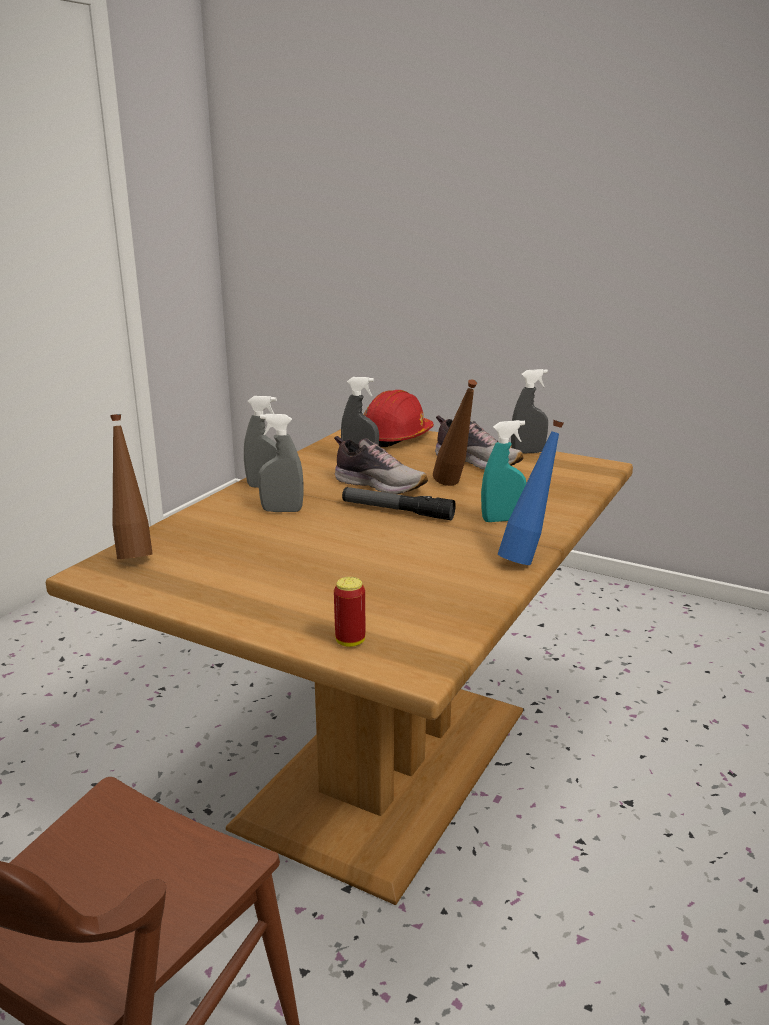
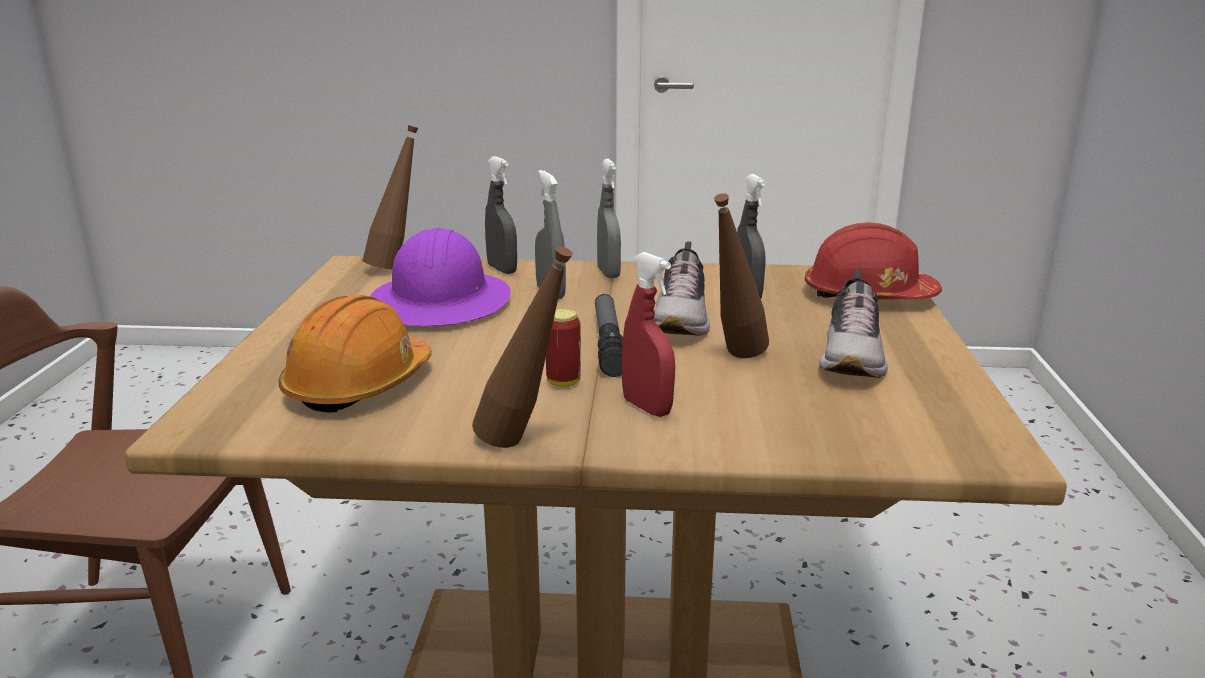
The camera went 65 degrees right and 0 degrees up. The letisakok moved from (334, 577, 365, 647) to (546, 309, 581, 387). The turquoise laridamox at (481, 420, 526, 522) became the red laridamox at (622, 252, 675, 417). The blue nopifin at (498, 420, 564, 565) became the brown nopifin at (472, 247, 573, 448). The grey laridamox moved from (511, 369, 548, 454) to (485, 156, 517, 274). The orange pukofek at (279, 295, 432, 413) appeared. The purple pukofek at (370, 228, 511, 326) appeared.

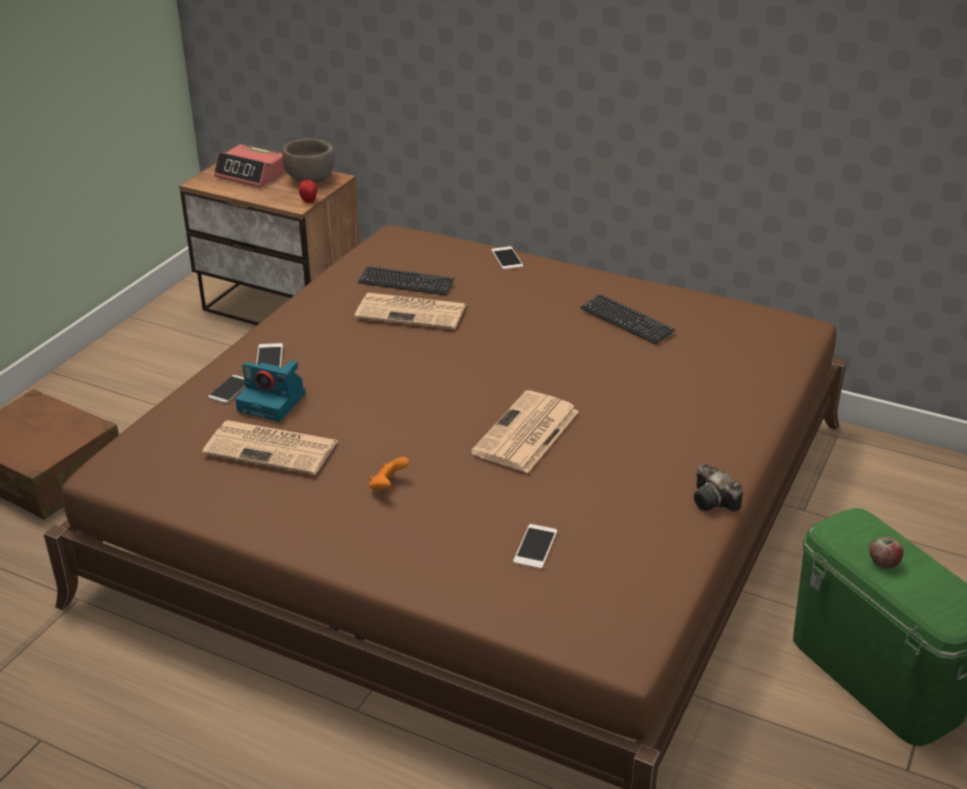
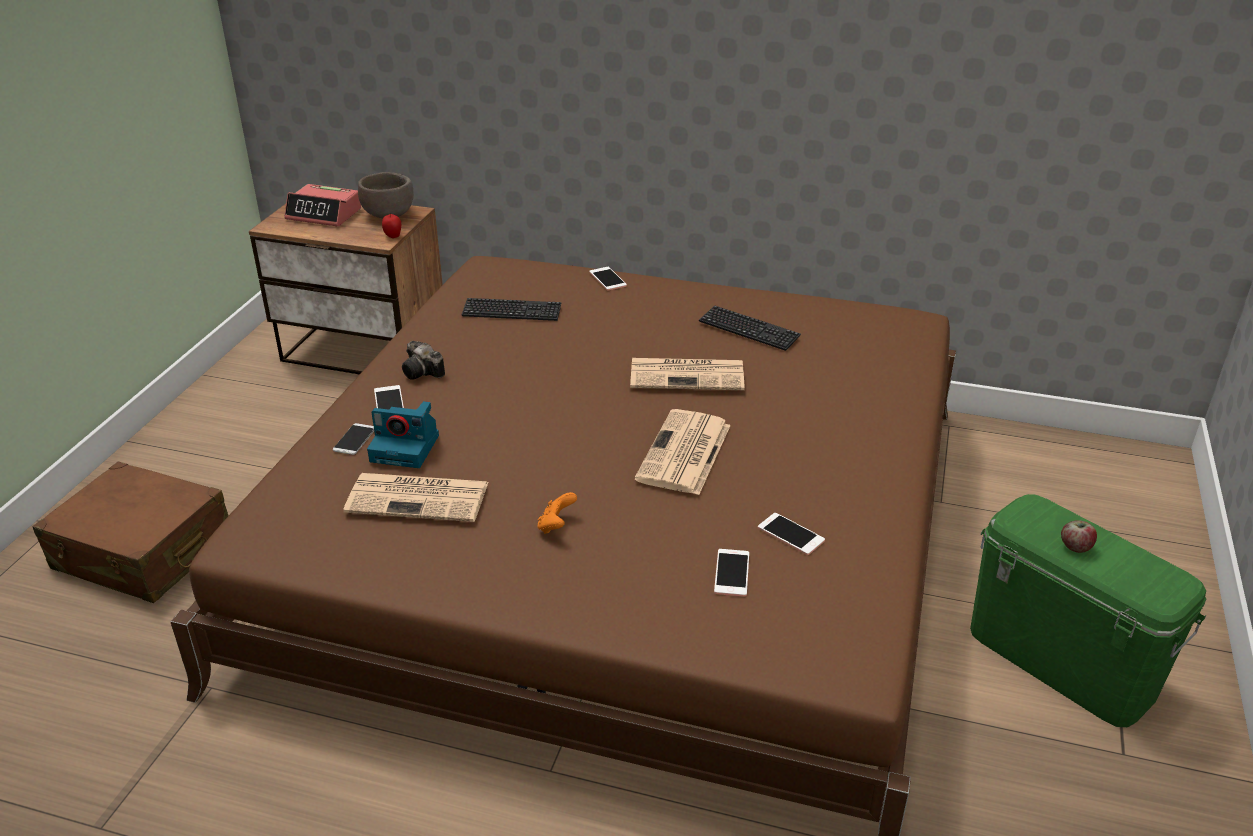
The camera went 10 degrees left and 0 degrees up. The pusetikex moved from (354, 293, 466, 330) to (630, 358, 745, 390). The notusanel moved from (694, 464, 743, 512) to (402, 341, 445, 380). The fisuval at (758, 513, 825, 555) appeared.

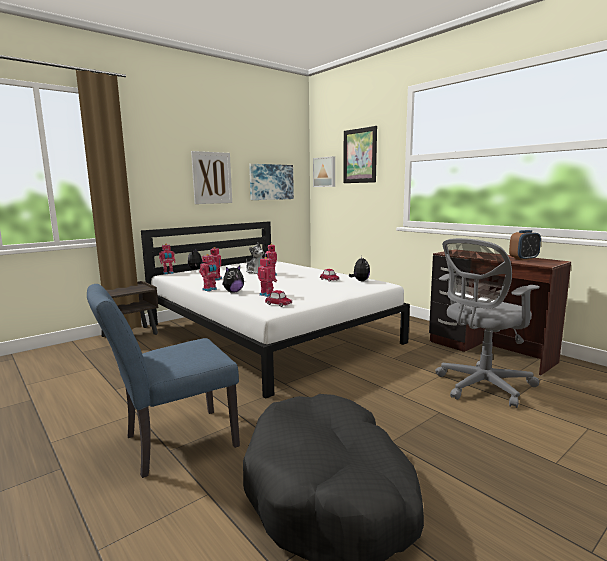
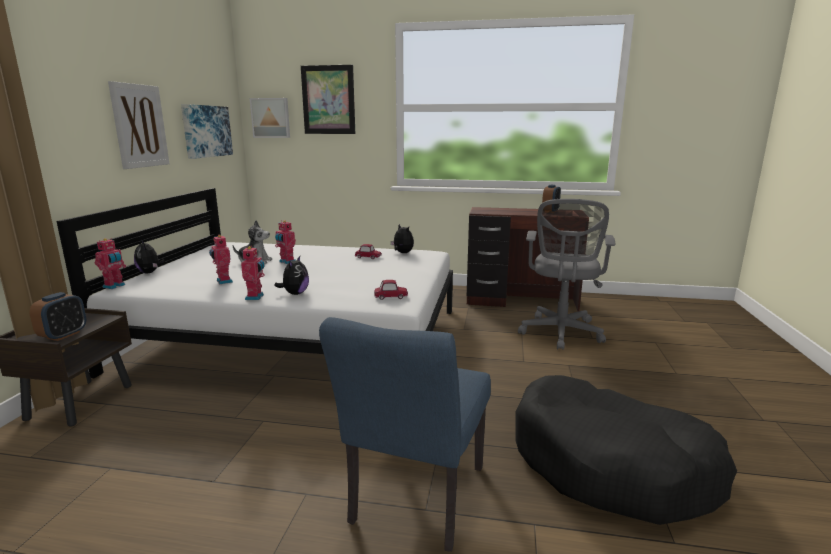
The camera went 40 degrees left and 5 degrees up. The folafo at (257, 257, 277, 297) disappeared. The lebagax at (29, 292, 86, 341) appeared.

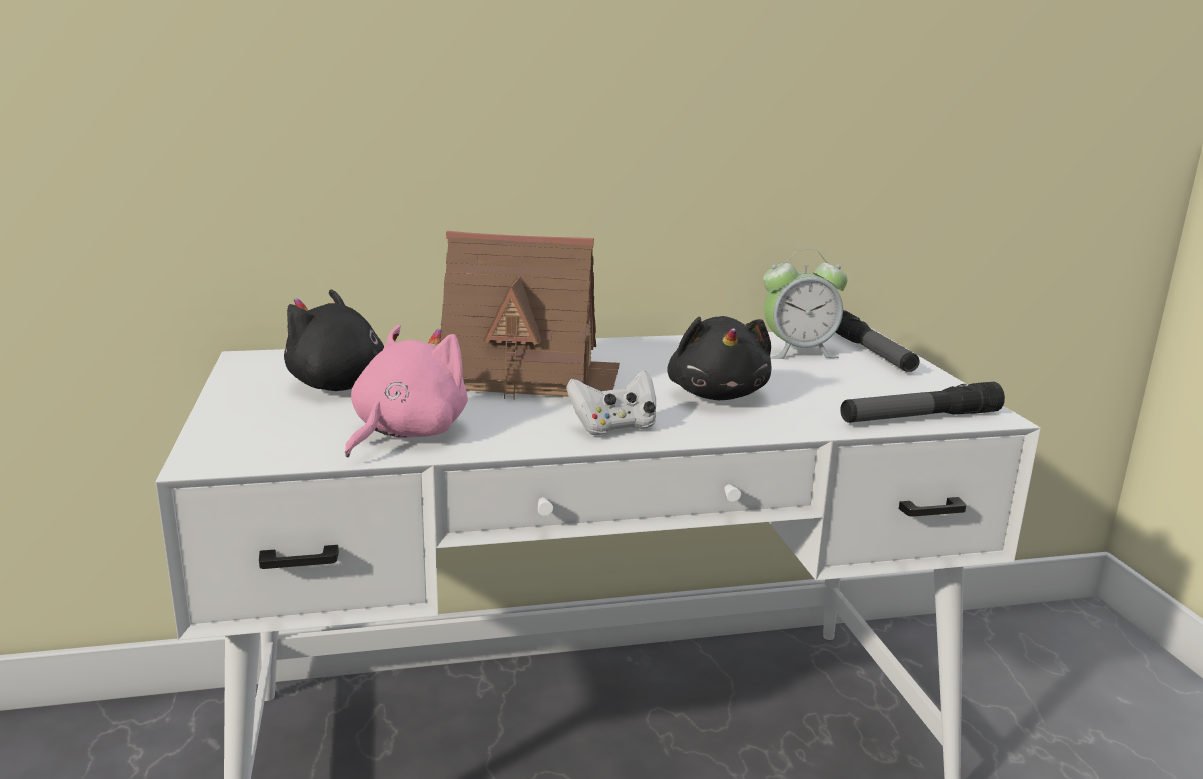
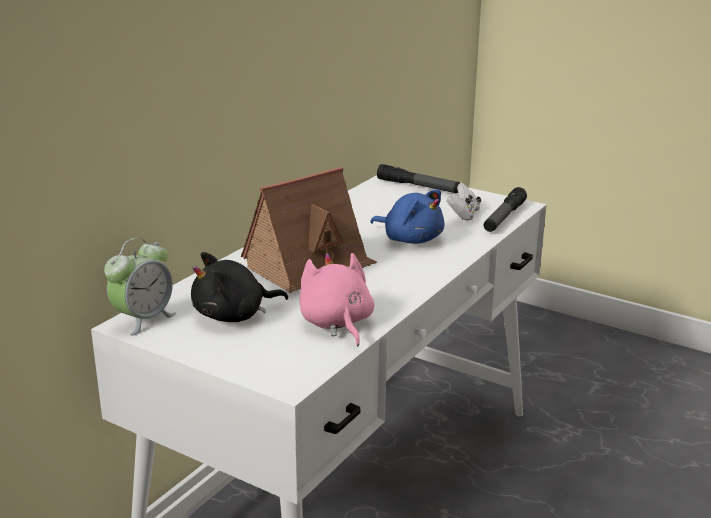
The camera went 45 degrees left and 5 degrees up. The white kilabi moved from (566, 370, 656, 435) to (447, 183, 481, 221). The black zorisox at (667, 316, 771, 400) became the blue zorisox at (370, 189, 444, 244). The lebagax moved from (763, 249, 848, 359) to (104, 237, 176, 336).

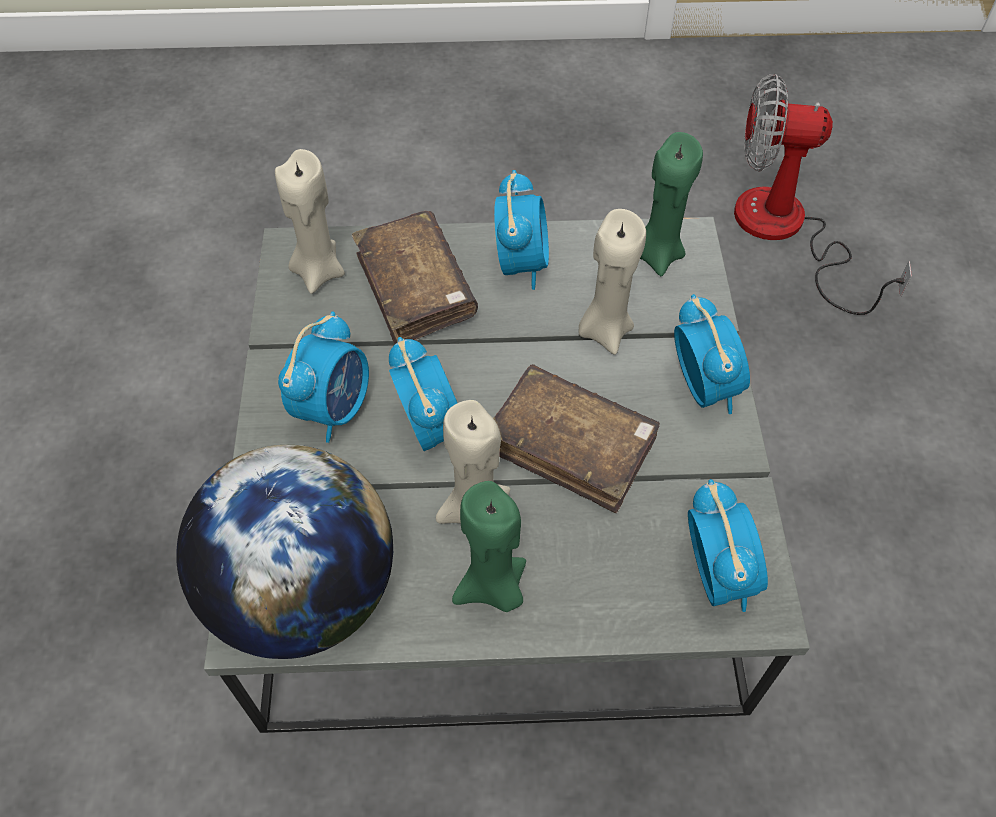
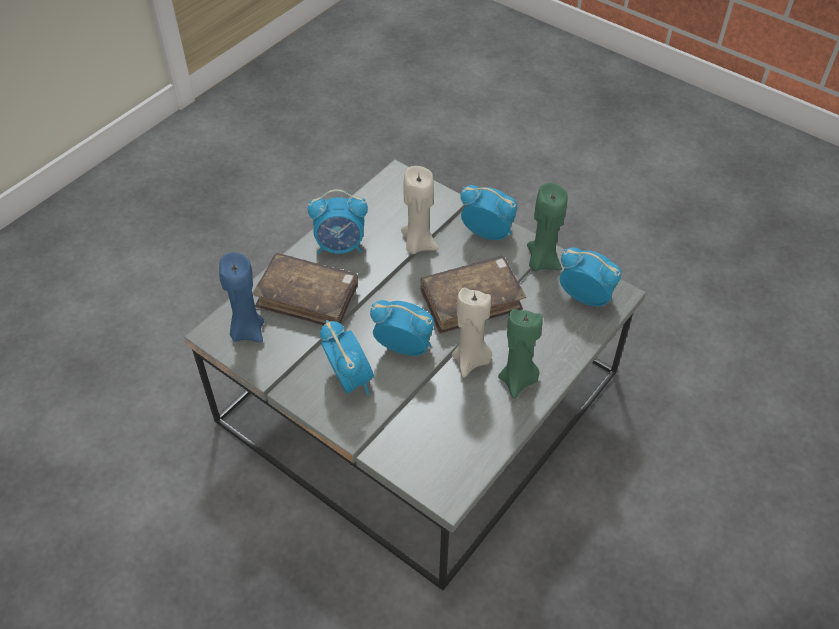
The camera went 50 degrees left and 5 degrees down. The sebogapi at (176, 445, 393, 659) disappeared. The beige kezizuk at (275, 149, 345, 294) became the blue kezizuk at (219, 252, 264, 343). The lebagax at (494, 170, 549, 290) turned 135 degrees clockwise. The green kezizuk moved from (640, 132, 703, 276) to (527, 183, 568, 271). The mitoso at (734, 74, 912, 315) disappeared.

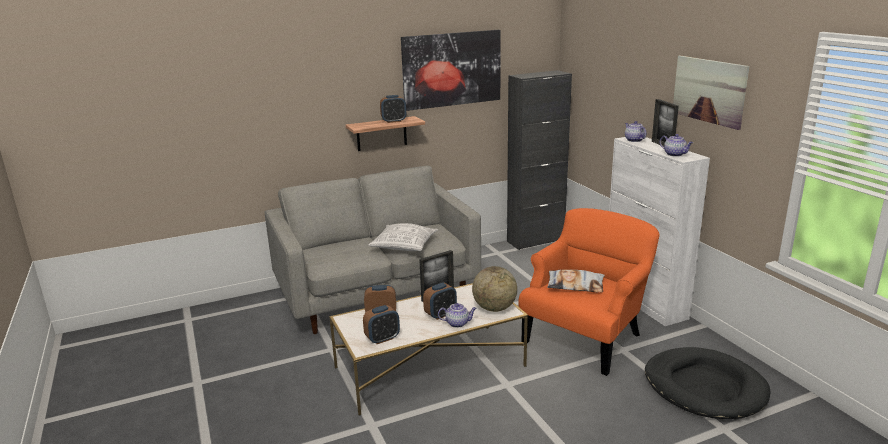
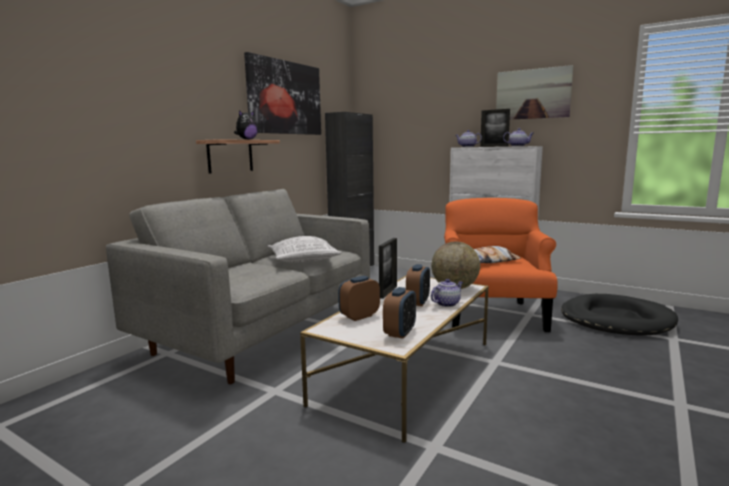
The camera went 35 degrees left and 10 degrees down. The lebagax at (380, 95, 406, 123) was replaced by the zorisox at (234, 110, 258, 140).

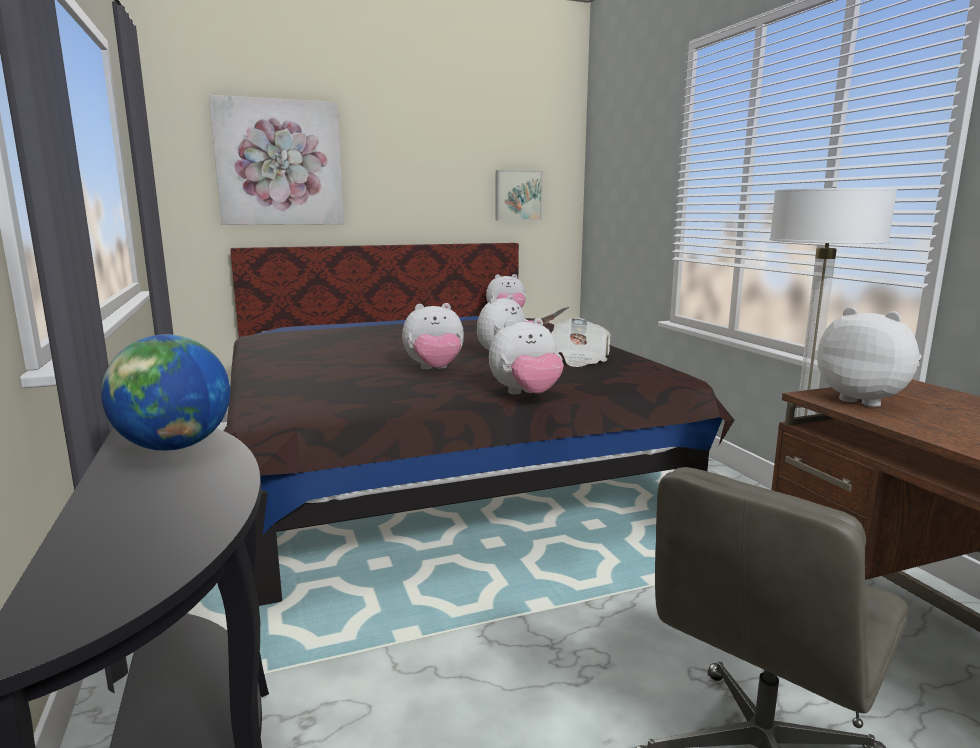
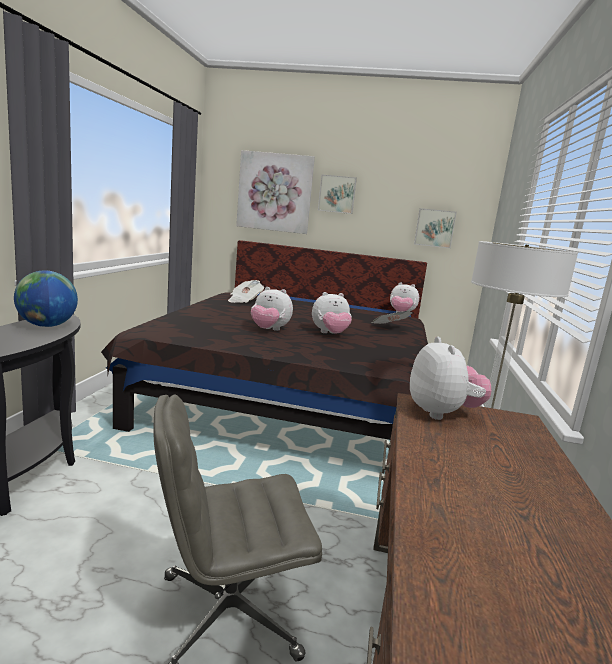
The camera went 30 degrees right and 0 degrees up. The zorisox at (489, 318, 564, 394) disappeared. The pusetikex moved from (551, 318, 611, 367) to (228, 280, 264, 303). The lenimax at (318, 175, 357, 214) appeared.

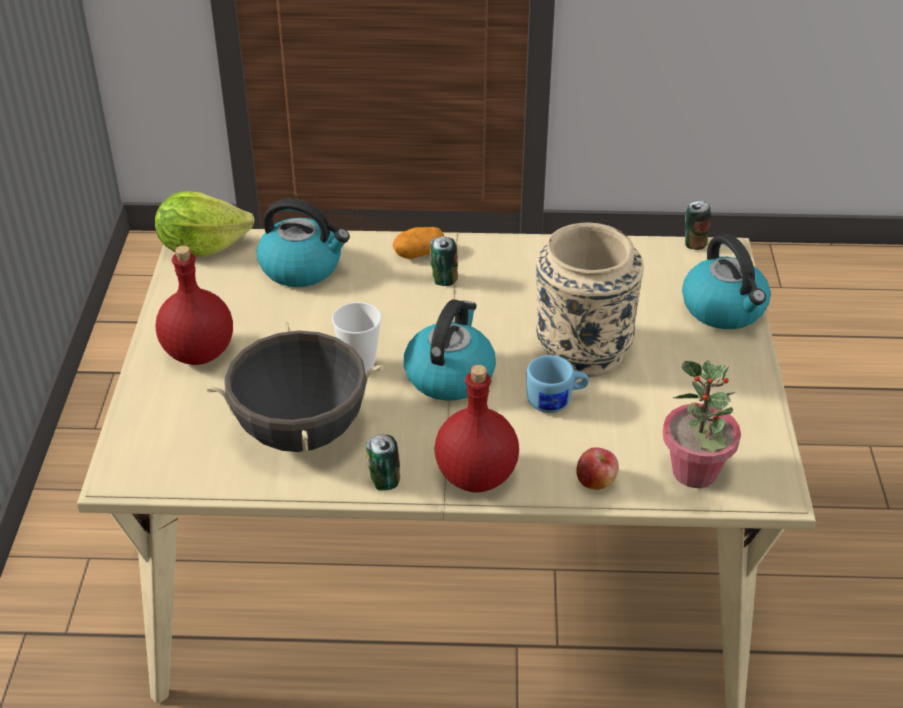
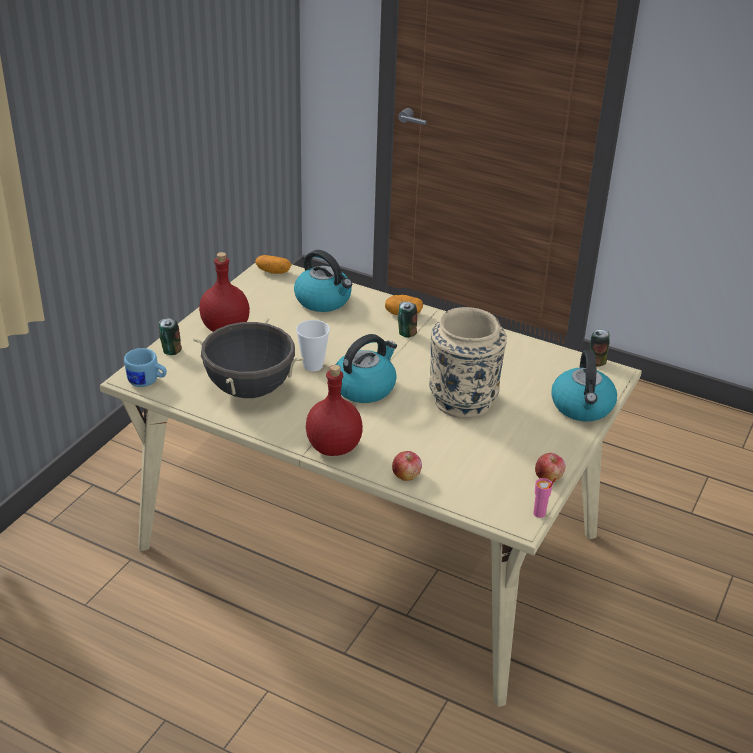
The camera went 25 degrees right and 5 degrees down. The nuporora at (155, 191, 255, 257) was replaced by the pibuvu at (255, 255, 291, 274). The letisakok moved from (366, 435, 400, 490) to (159, 318, 182, 355). The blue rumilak moved from (527, 355, 589, 413) to (124, 348, 167, 387). The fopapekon at (663, 360, 741, 488) disappeared. The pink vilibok at (533, 478, 556, 518) appeared. The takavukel at (535, 453, 565, 482) appeared.

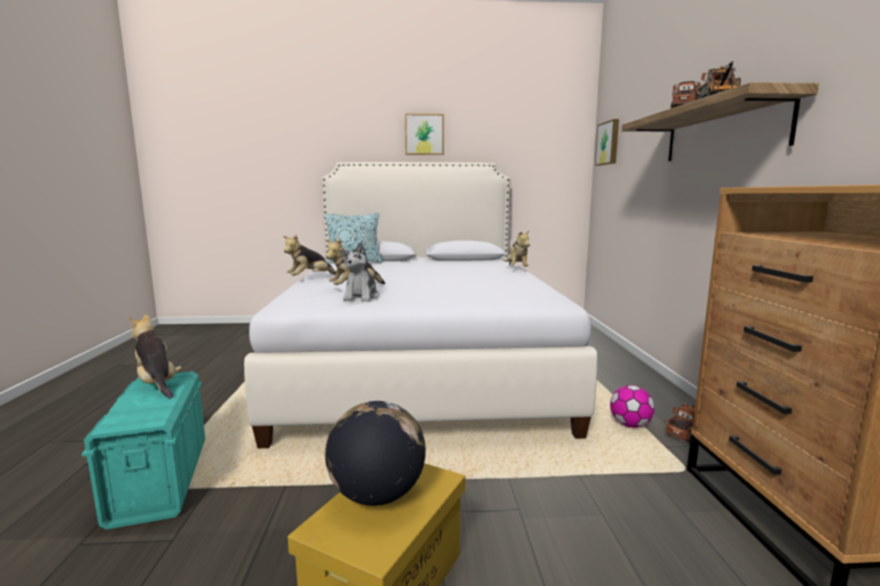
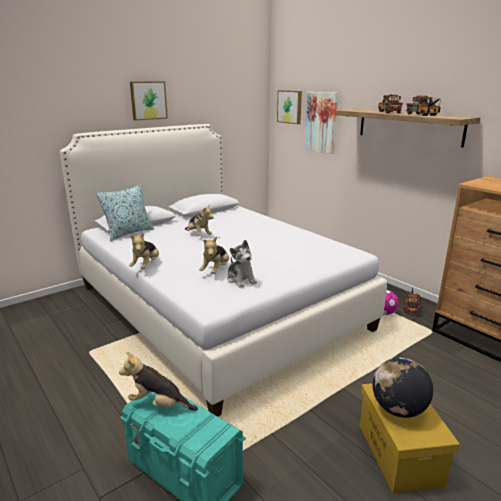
The camera went 35 degrees left and 10 degrees up. The zorisox moved from (503, 231, 530, 267) to (185, 204, 214, 236). The lenimax at (305, 92, 338, 154) appeared.

